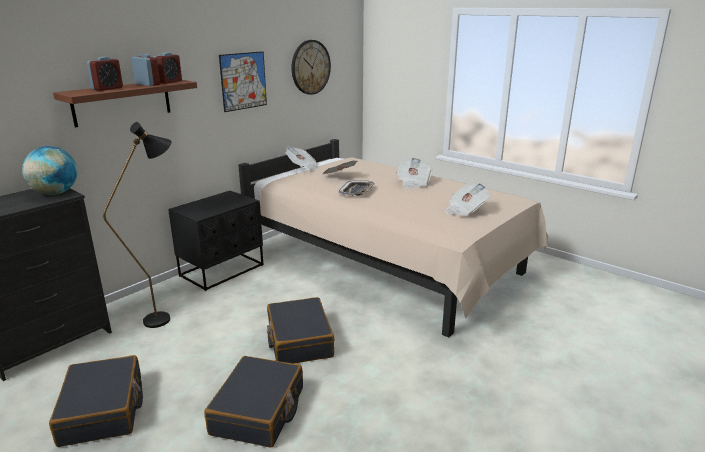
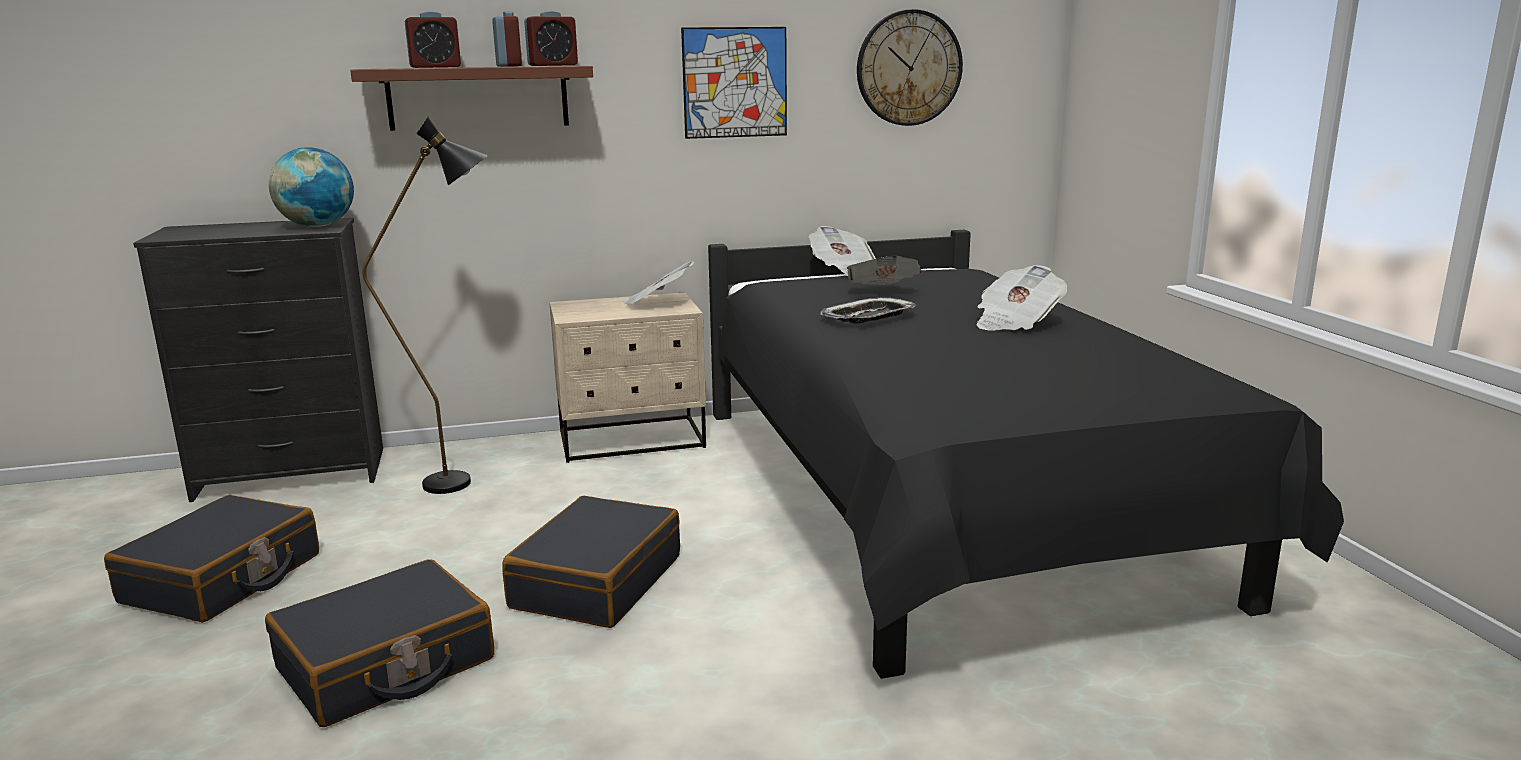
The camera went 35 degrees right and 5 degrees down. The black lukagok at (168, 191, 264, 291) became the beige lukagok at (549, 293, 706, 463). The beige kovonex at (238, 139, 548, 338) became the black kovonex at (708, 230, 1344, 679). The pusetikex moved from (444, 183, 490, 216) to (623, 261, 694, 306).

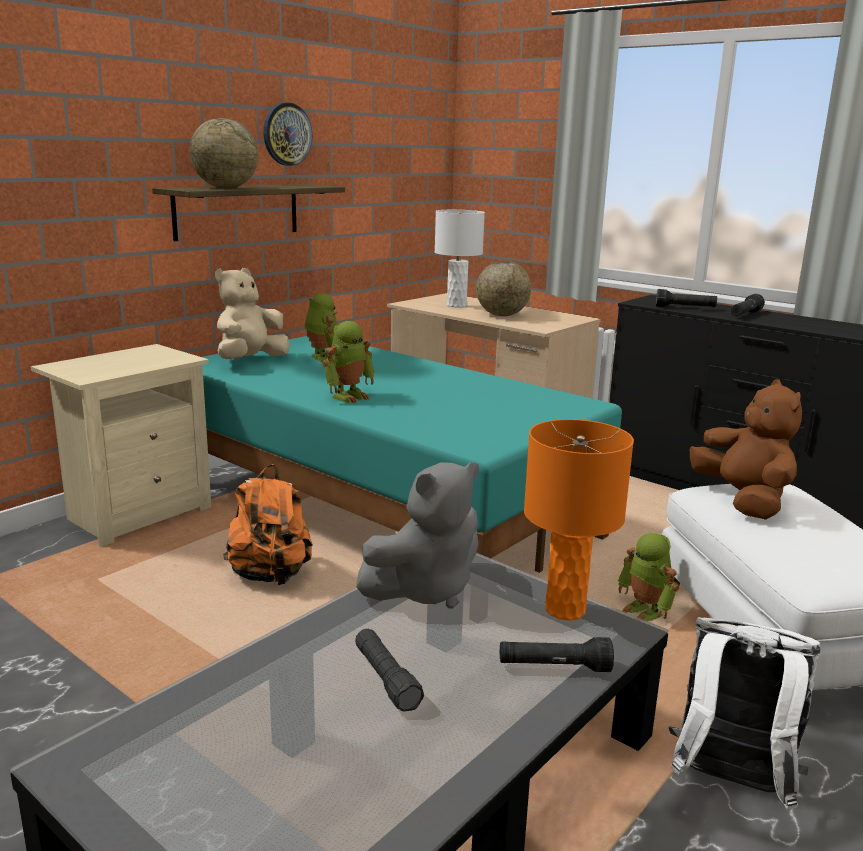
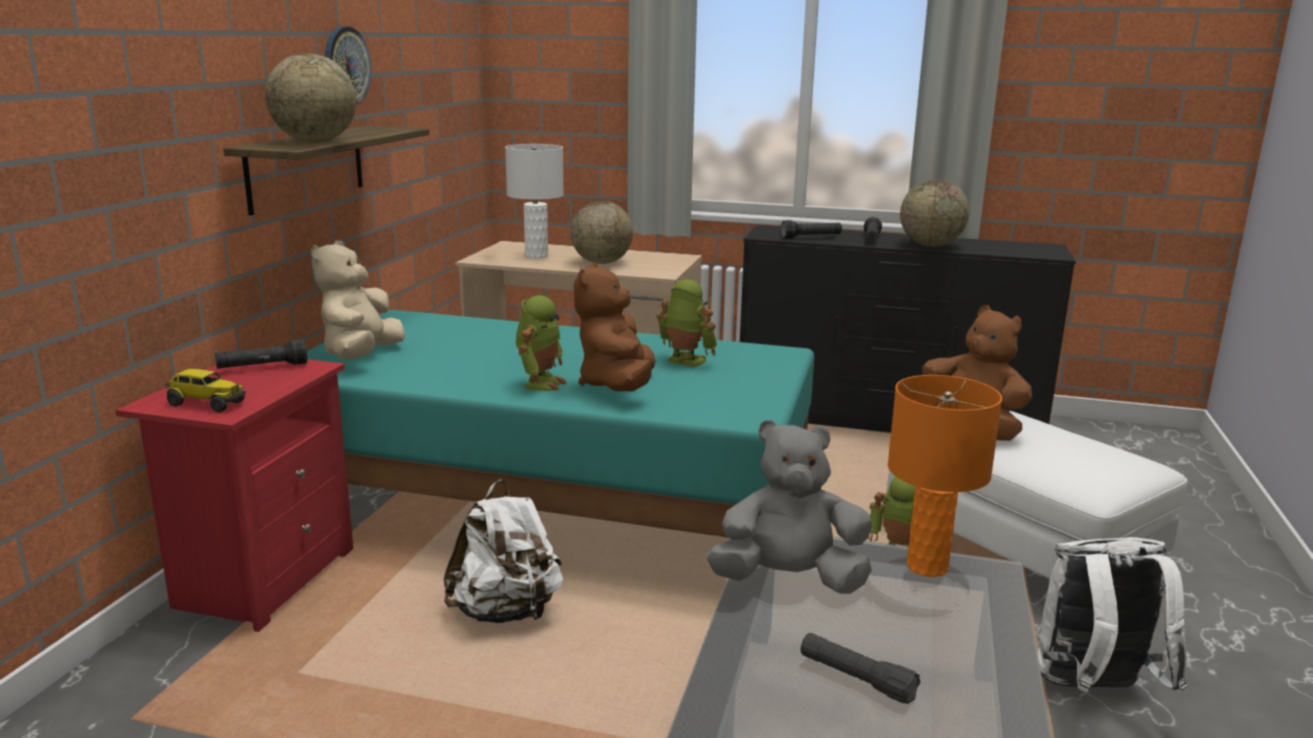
The camera went 25 degrees left and 0 degrees up. The beige lukagok at (31, 344, 211, 547) became the red lukagok at (115, 359, 353, 632). The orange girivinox at (223, 464, 313, 585) became the white girivinox at (444, 479, 563, 623). The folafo moved from (305, 293, 337, 363) to (656, 279, 717, 368). The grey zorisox at (356, 462, 479, 609) turned 120 degrees counterclockwise. The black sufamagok moved from (500, 637, 614, 672) to (215, 339, 307, 369). The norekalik at (165, 369, 246, 412) appeared. The brown zorisox at (574, 263, 656, 391) appeared. The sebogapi at (900, 179, 969, 247) appeared.

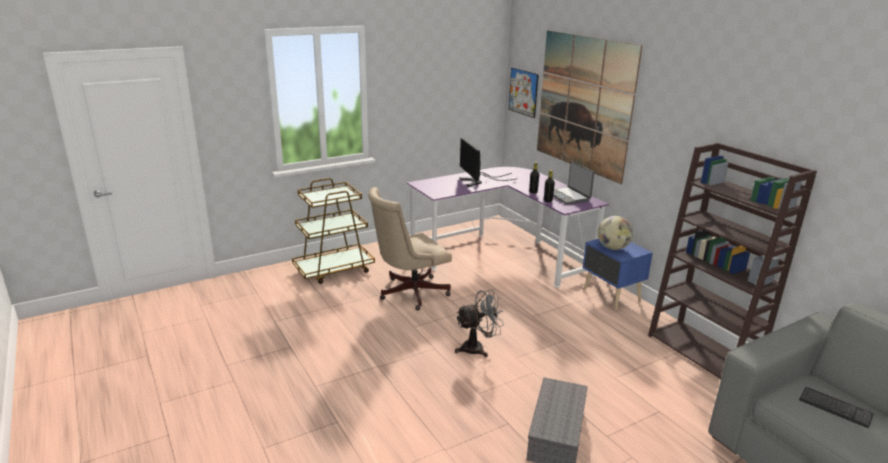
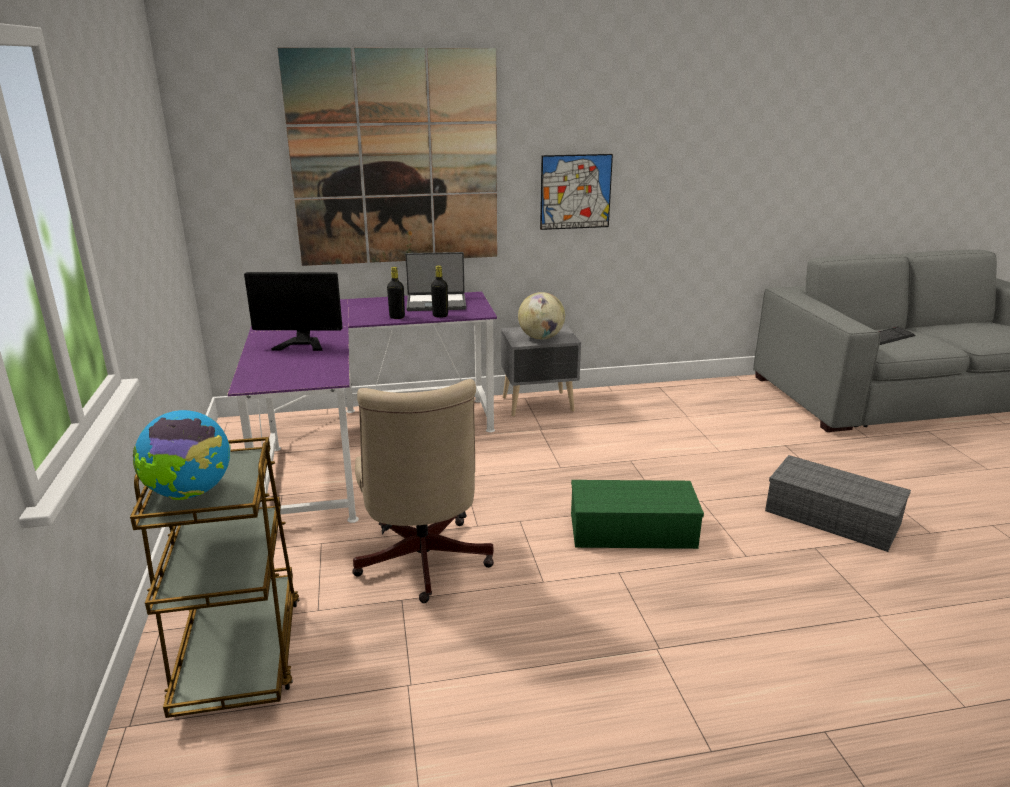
The camera went 70 degrees left and 0 degrees up. The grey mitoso at (455, 290, 504, 357) was replaced by the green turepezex at (571, 480, 704, 549). The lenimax moved from (509, 67, 539, 118) to (540, 154, 613, 230). The blue lukagok at (583, 239, 653, 310) became the grey lukagok at (501, 324, 581, 416). The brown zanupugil at (648, 143, 817, 379) disappeared. The sebogapi at (133, 410, 231, 500) appeared.

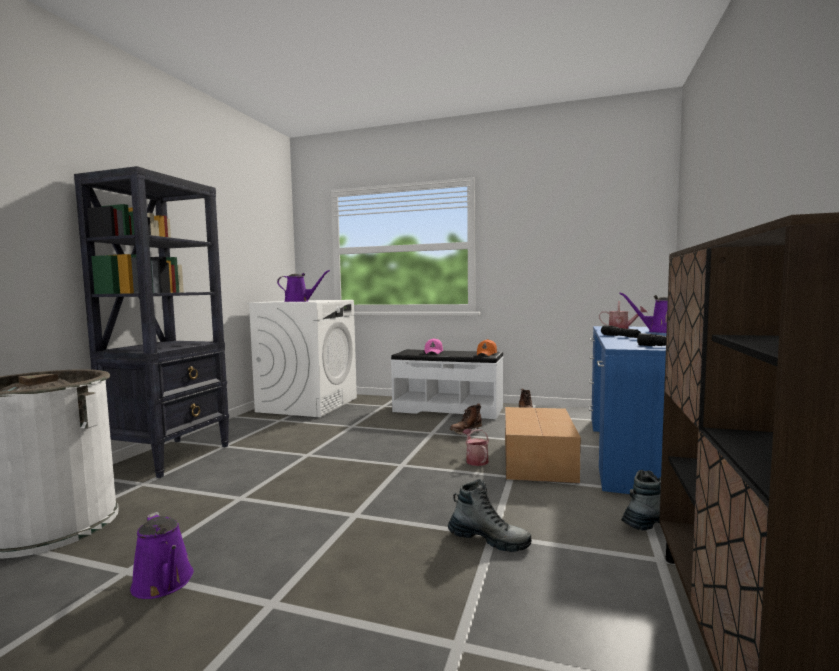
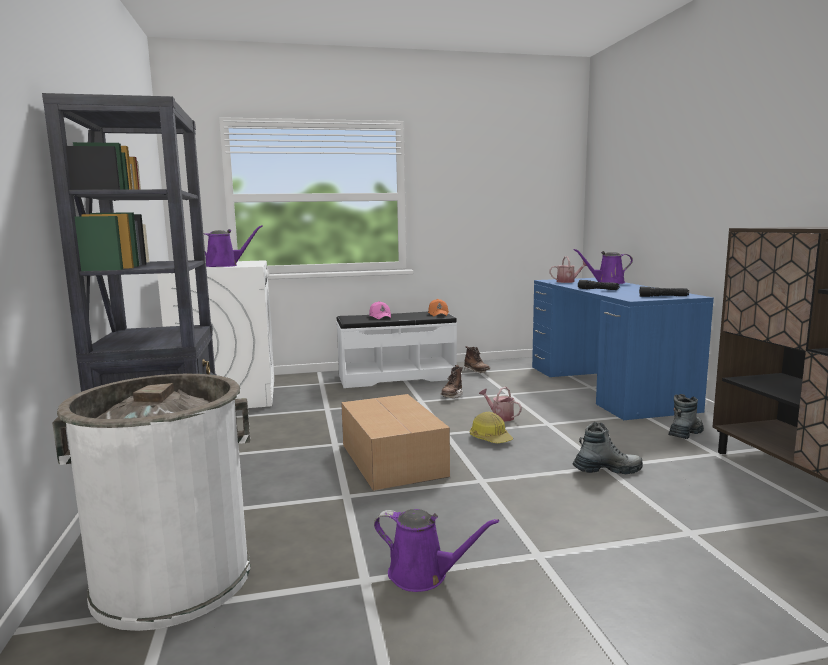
The camera went 30 degrees left and 5 degrees up. The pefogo moved from (505, 407, 581, 483) to (341, 394, 450, 491). The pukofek at (470, 412, 513, 443) appeared.

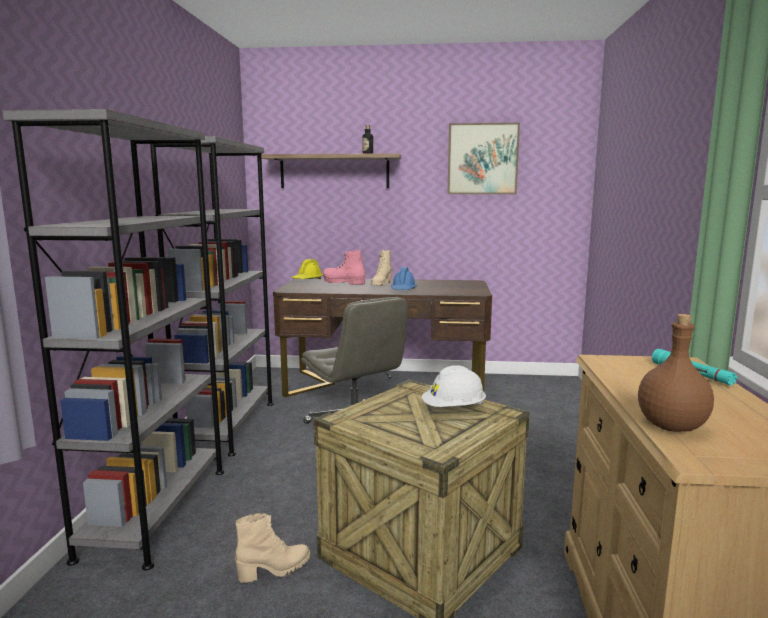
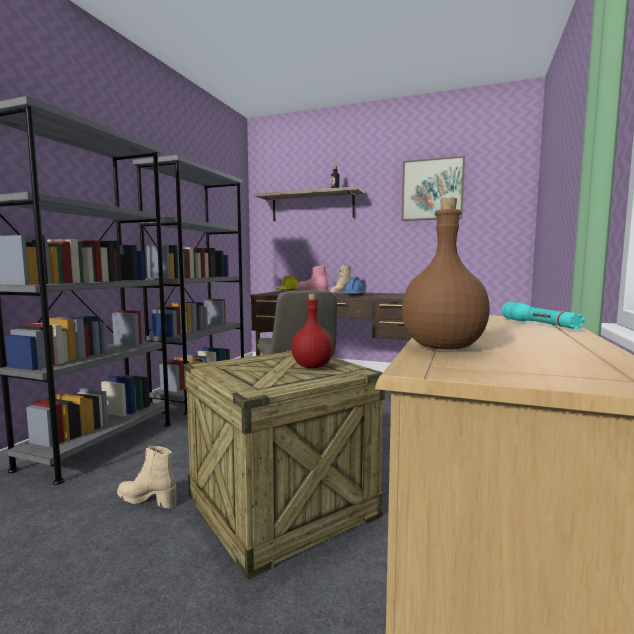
The camera went 15 degrees right and 5 degrees down. The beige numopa at (235, 513, 310, 583) turned 150 degrees counterclockwise. The white pukofek at (422, 365, 486, 407) was replaced by the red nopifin at (291, 293, 333, 368).

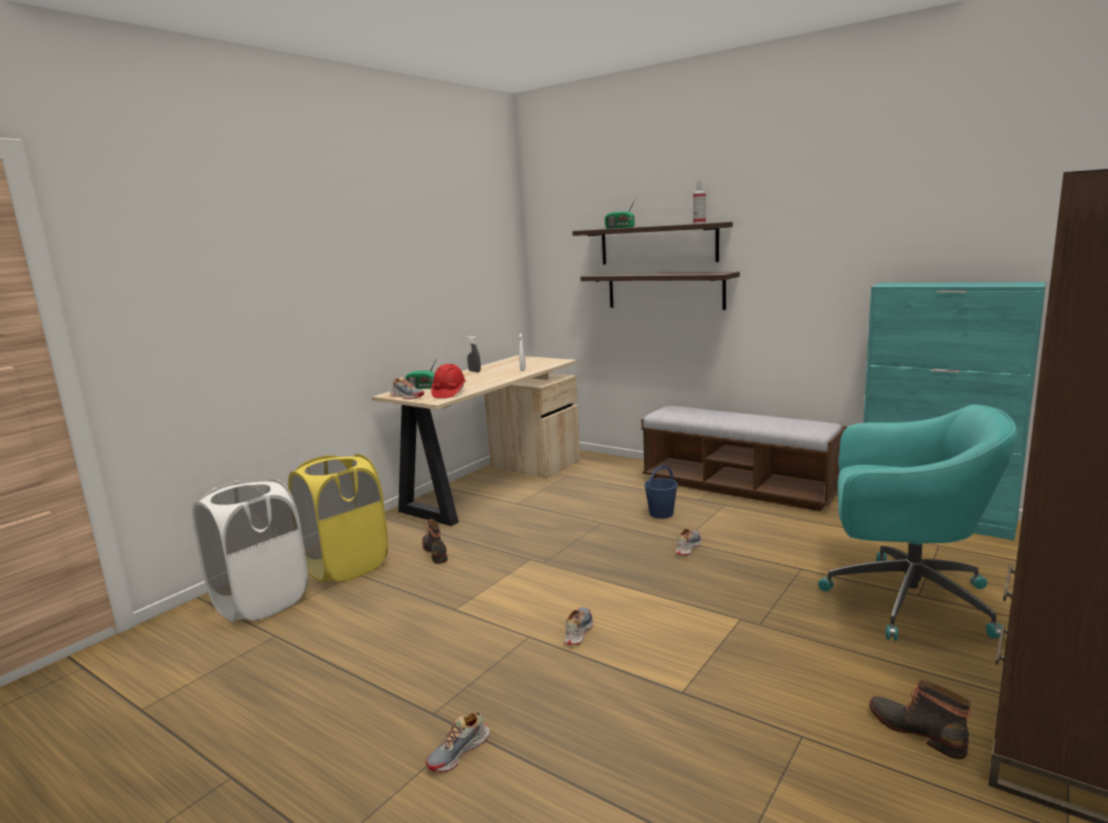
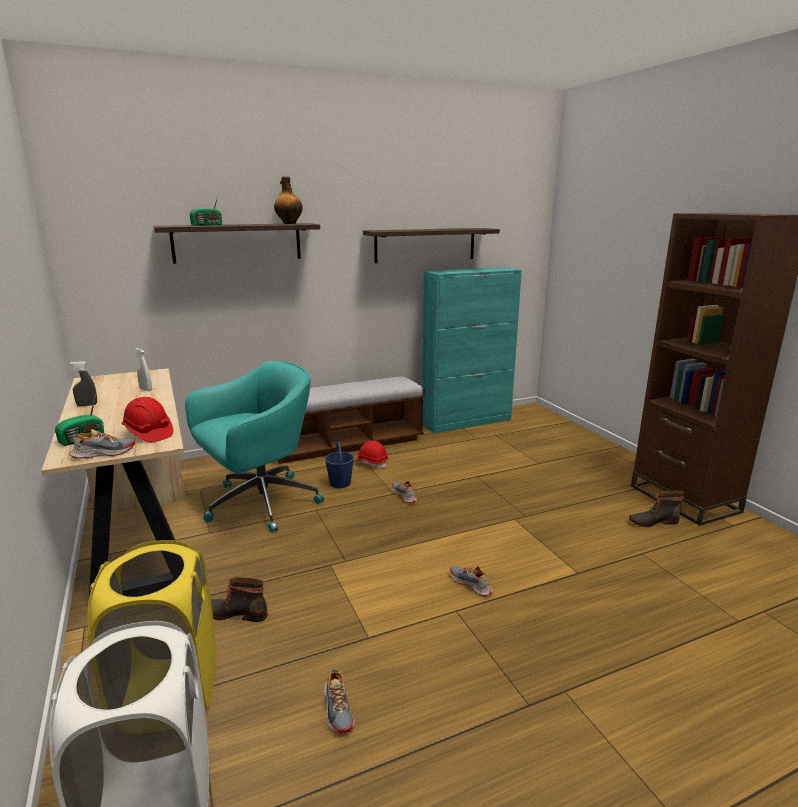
The camera went 60 degrees left and 5 degrees up. The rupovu moved from (426, 711, 490, 773) to (324, 669, 355, 734). The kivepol moved from (580, 272, 740, 310) to (363, 228, 500, 263). The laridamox at (693, 181, 706, 224) was replaced by the nopifin at (274, 176, 303, 224). The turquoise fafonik moved from (818, 405, 1018, 641) to (185, 361, 324, 532). The red pukofek at (355, 441, 388, 469) appeared.

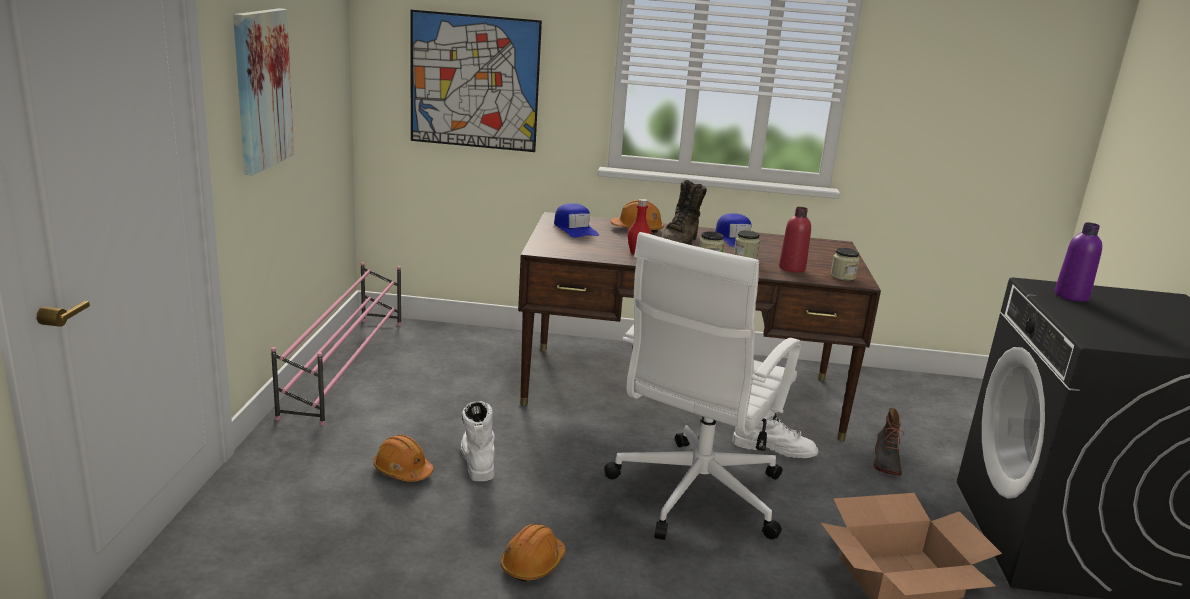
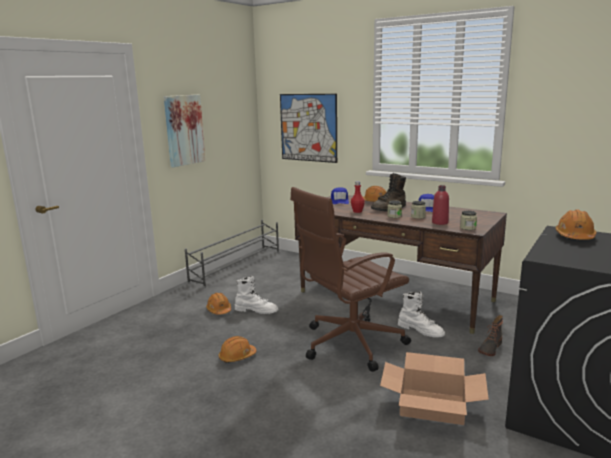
The camera went 30 degrees right and 5 degrees down. The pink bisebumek at (271, 262, 402, 426) became the grey bisebumek at (185, 220, 279, 288). The white numopa at (461, 401, 495, 481) turned 90 degrees clockwise. The white fafonik at (604, 232, 801, 540) became the brown fafonik at (290, 187, 411, 372). The purple nopifin at (1055, 222, 1102, 302) was replaced by the orange pukofek at (556, 209, 597, 240).

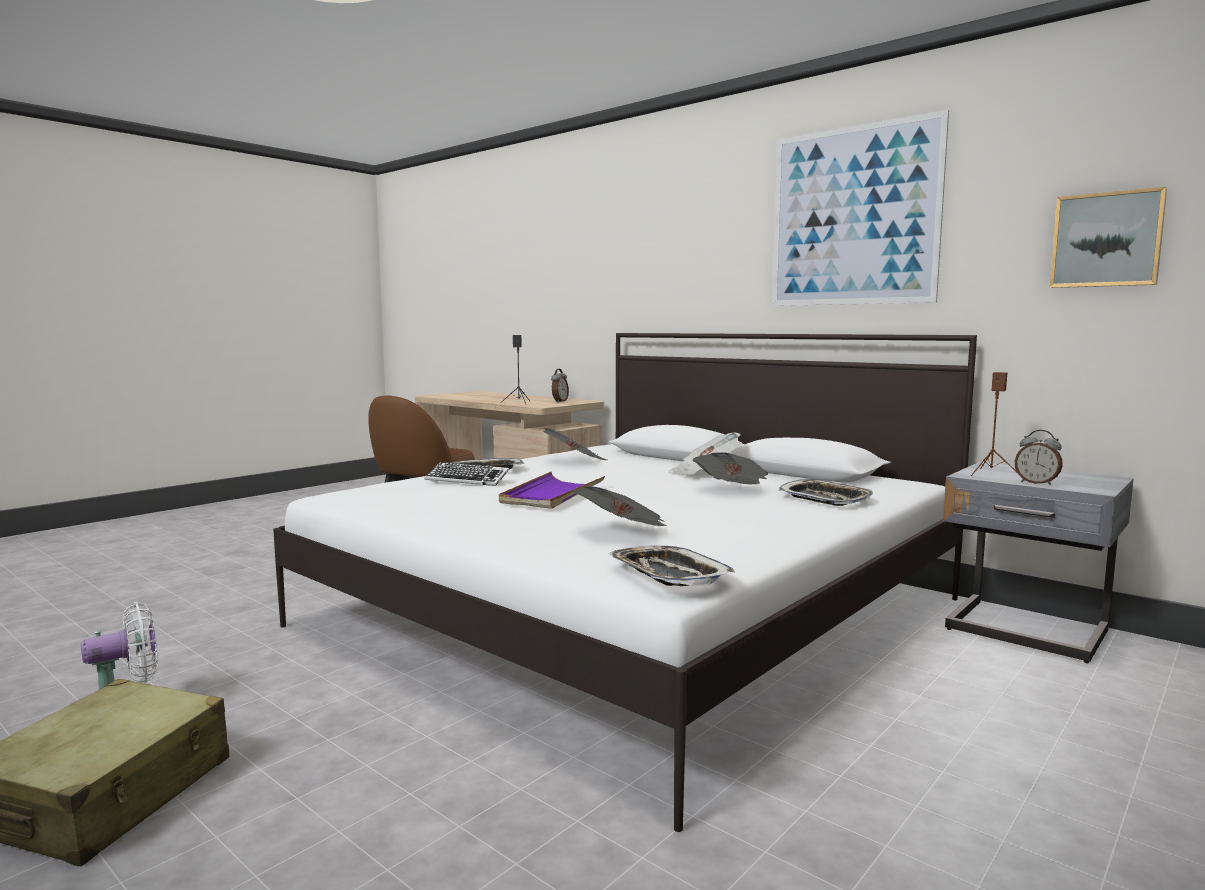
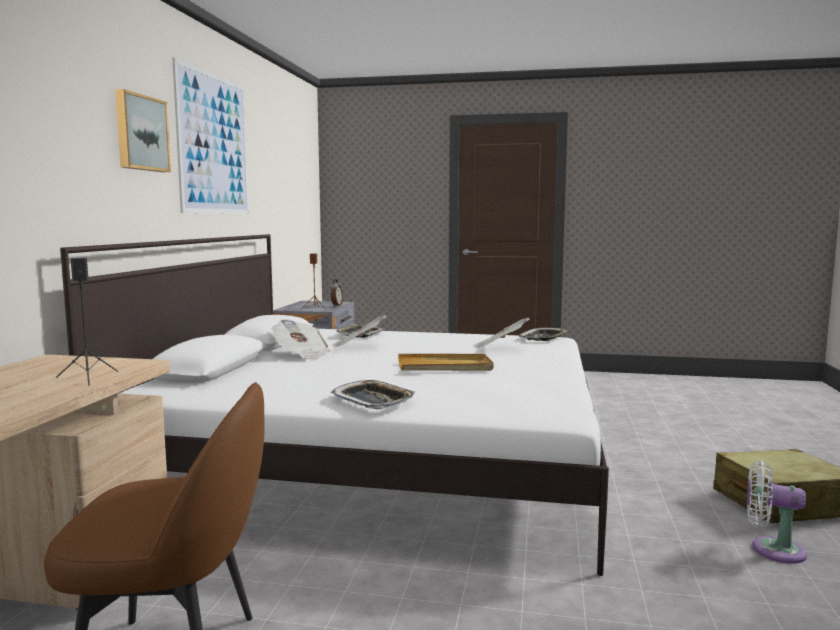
The camera went 120 degrees left and 0 degrees up. The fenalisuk at (424, 462, 509, 486) disappeared. The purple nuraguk at (499, 472, 605, 509) became the beige nuraguk at (398, 354, 494, 371). The pusetikex at (543, 428, 607, 460) disappeared. The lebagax at (551, 369, 569, 402) disappeared. The lenimax moved from (1049, 187, 1167, 288) to (115, 89, 171, 172).

